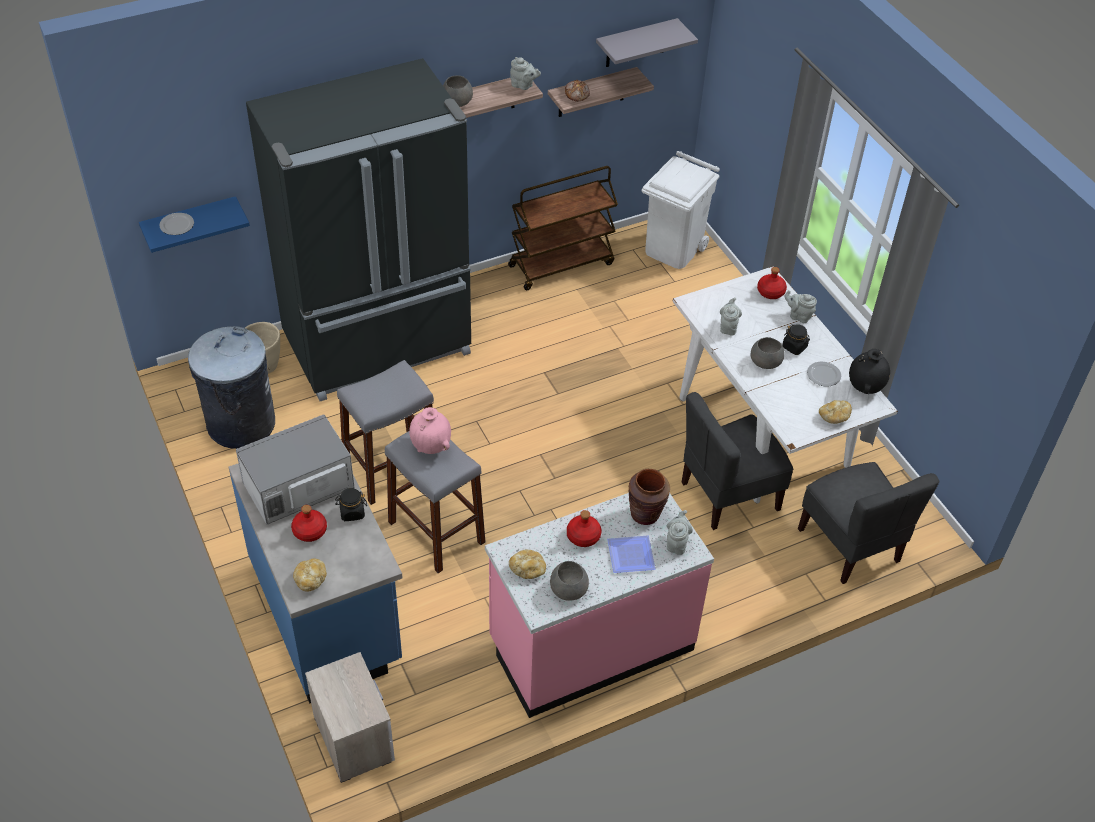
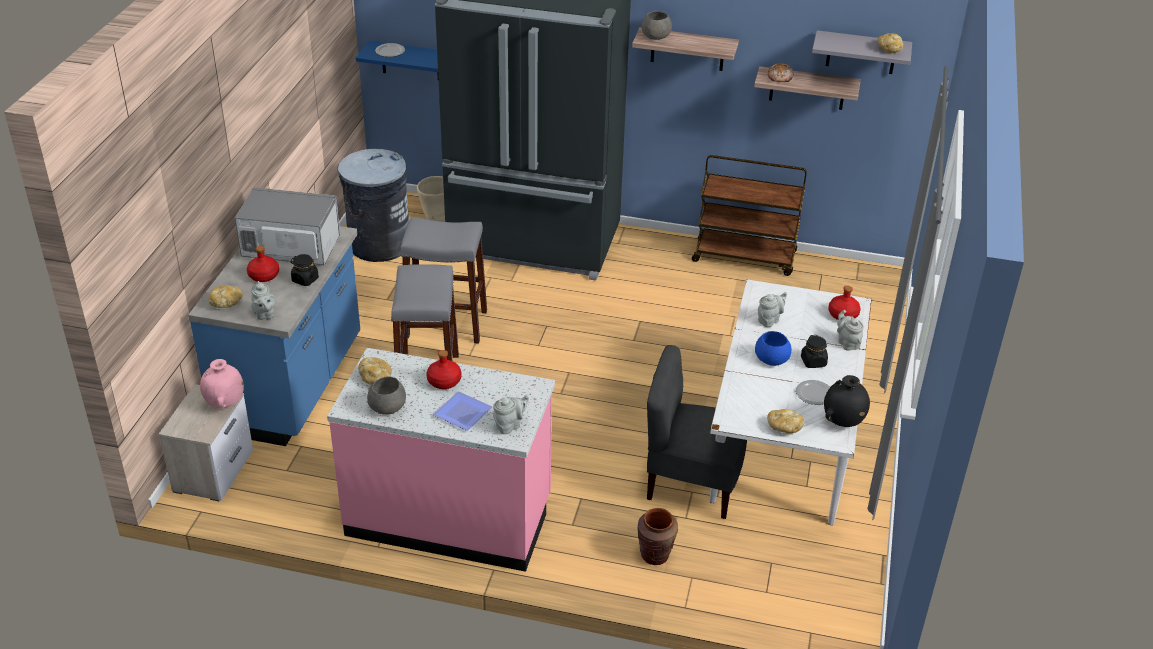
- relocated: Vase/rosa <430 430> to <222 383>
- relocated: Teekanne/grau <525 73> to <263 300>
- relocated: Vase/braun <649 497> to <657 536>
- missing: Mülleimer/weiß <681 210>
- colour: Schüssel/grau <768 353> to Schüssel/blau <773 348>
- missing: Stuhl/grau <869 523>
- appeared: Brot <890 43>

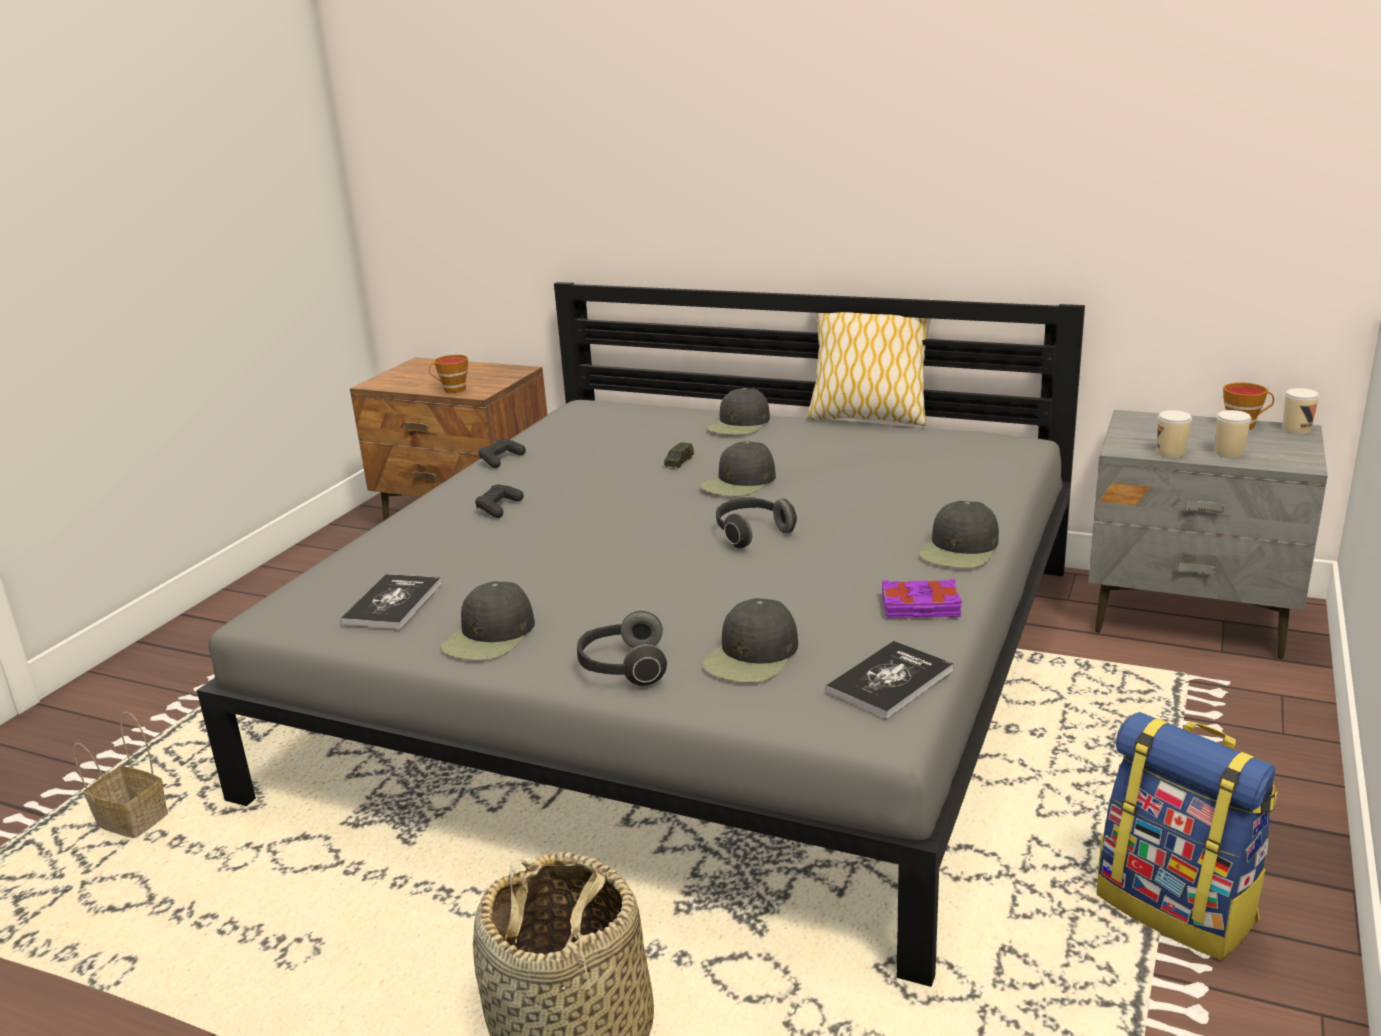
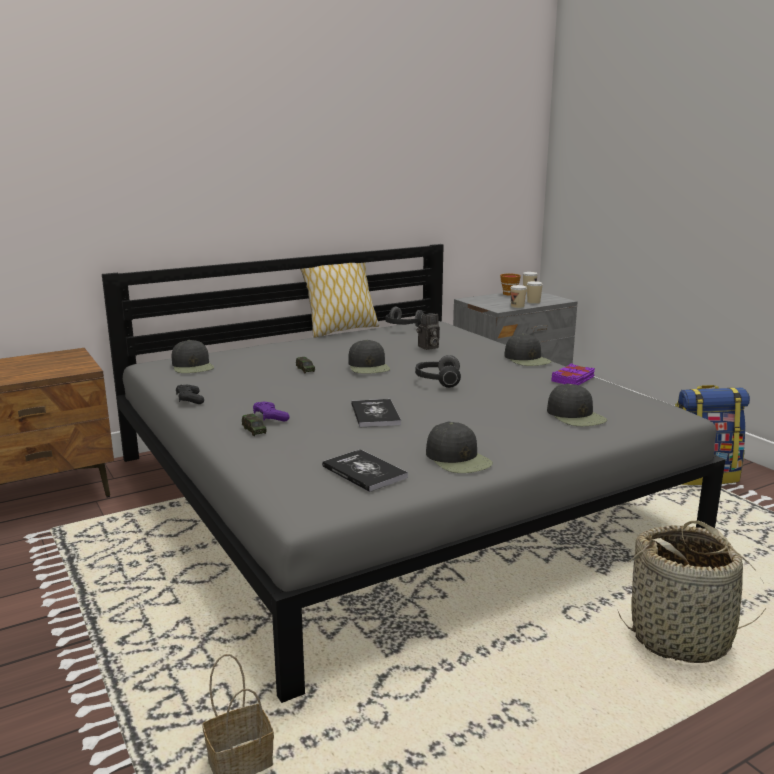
- missing: Tasse <448 374>
- colour: Gamepad/schwarz <499 501> to Gamepad/lila <271 411>
- relocated: Kopfhörer <622 648> to <405 317>
- relocated: Kappe/schwarz <738 411> to <193 356>
- relocated: Buch <890 680> to <376 413>
- appeared: Spielzeugauto <254 425>
- appeared: Kamera <428 331>

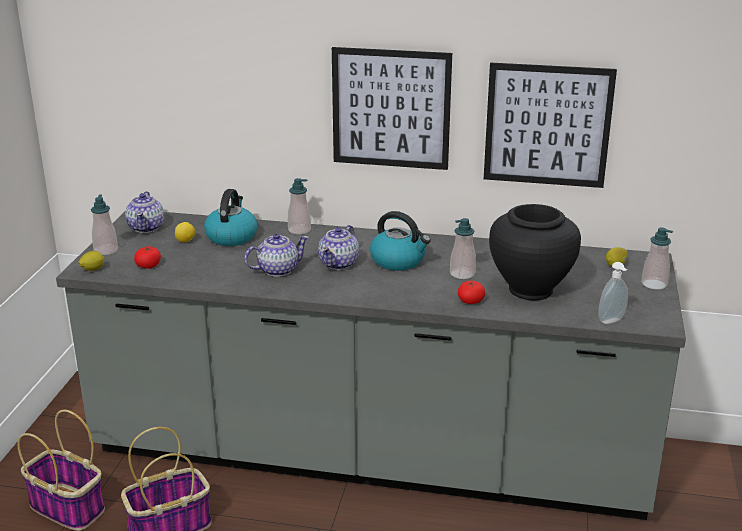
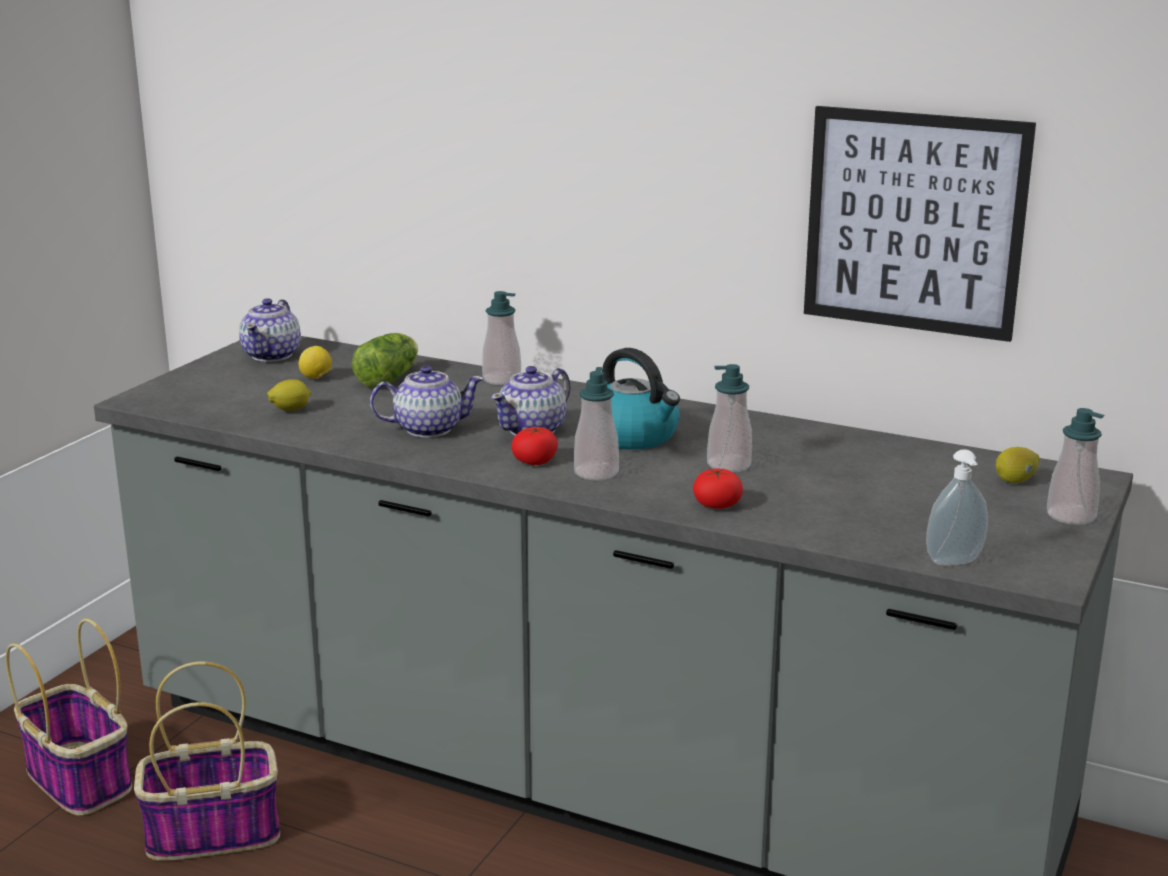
- relocated: Zitrone <91 261> to <289 395>
- relocated: Seifenspender <104 224> to <596 423>
- relocated: Tomate <147 258> to <534 446>
- exchanged: Wasserkessel <231 217> to Salatkopf <385 360>
- missing: Bild <392 108>
- missing: Vase/schwarz <535 252>

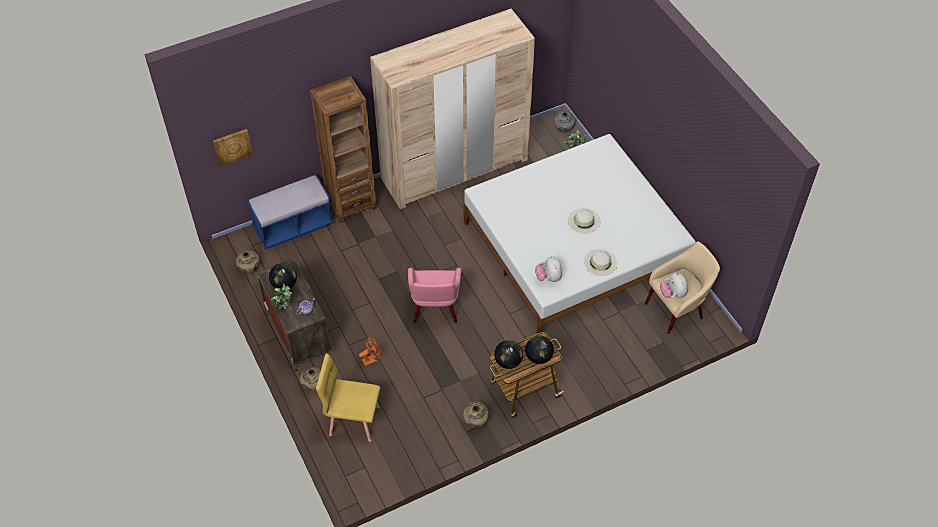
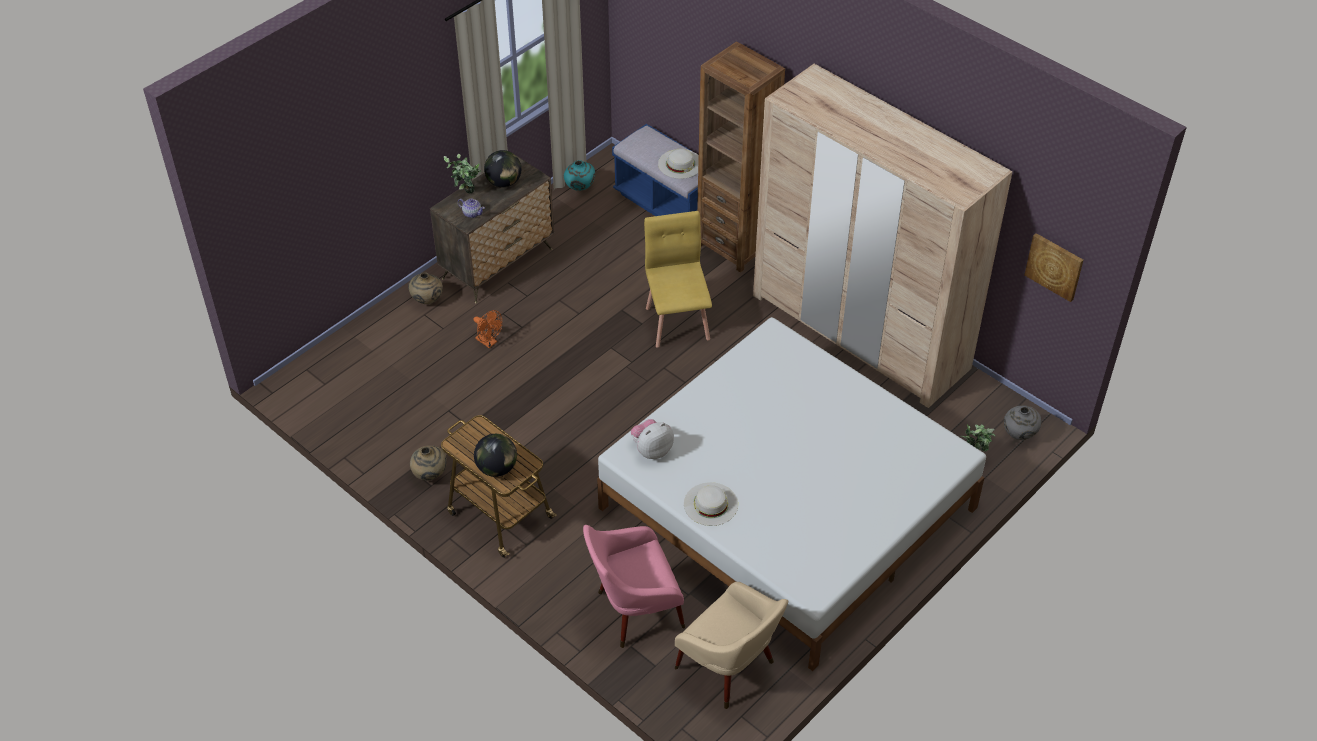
- relocated: Bild <233 147> to <1054 267>
- colour: Vase/beige <248 261> to Vase/türkis <579 175>
- relocated: Stuhl/gelb <348 397> to <678 279>
- relocated: Sessel/rosa <434 295> to <634 586>
- missing: Globus <508 354>
- relocated: Hut/weiß <584 220> to <678 164>
- missing: Plüschtier <674 285>

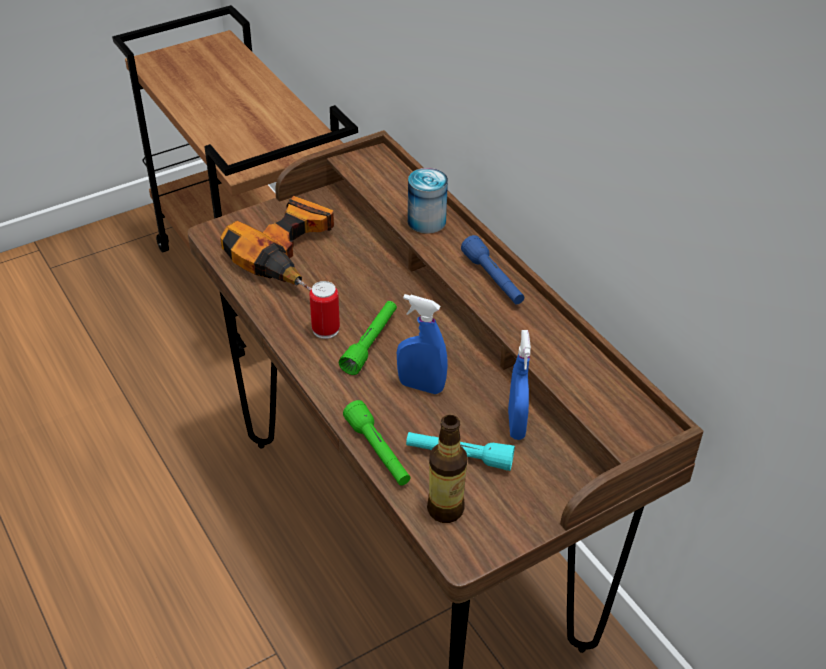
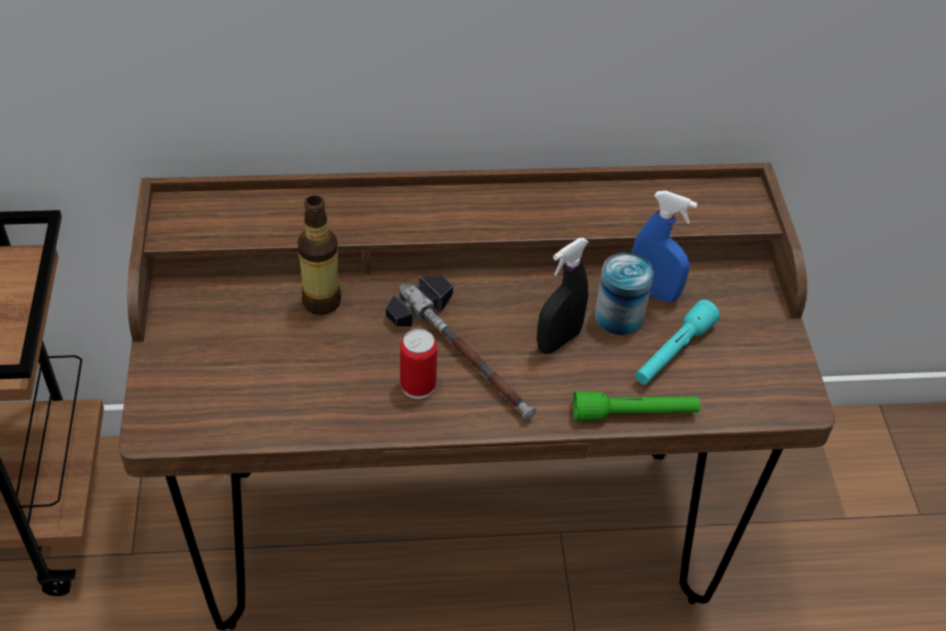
- missing: Bohrmaschine <277 243>
- exchanged: Taschenlampe/grün <368 338> to Hammer <461 348>
- colour: Sprühflasche/blau <422 344> to Sprühflasche/schwarz <563 296>
- relocated: Dose <428 201> to <624 293>
- relocated: Flasche <447 469> to <319 255>
- missing: Taschenlampe/blau <492 269>

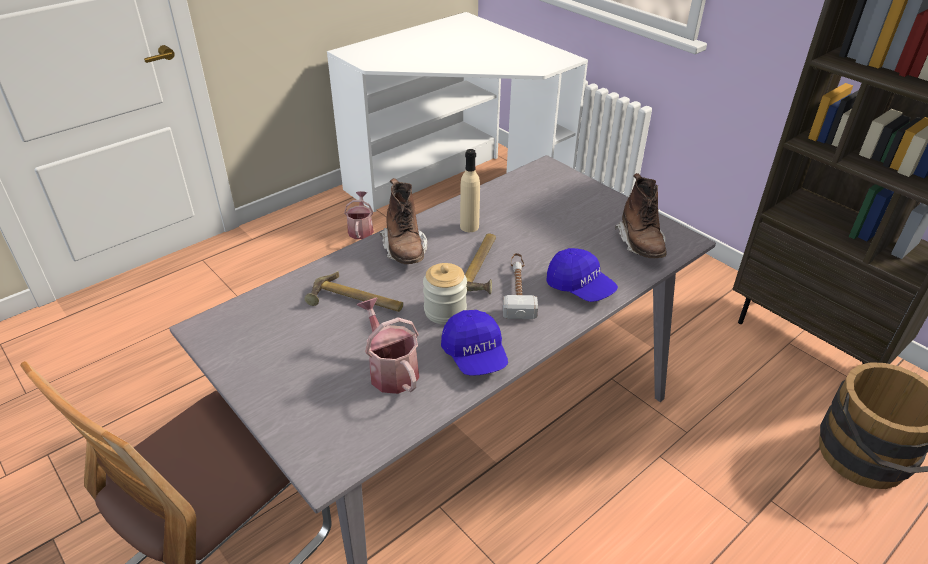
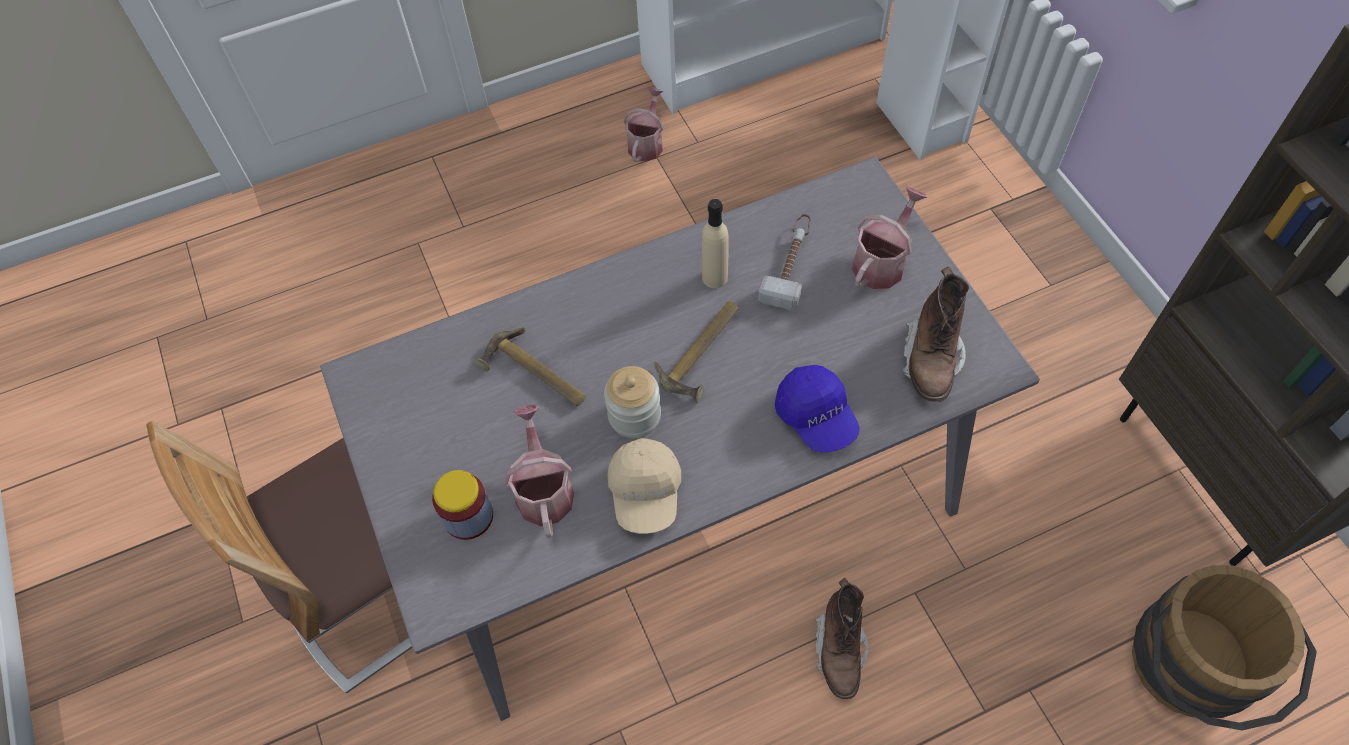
- relocated: Stiefel/braun <403 221> to <842 638>
- colour: Kappe/blau <474 343> to Kappe/beige <644 486>
- relocated: Hammer <520 286> to <784 262>
- appeared: Vorratsglas <462 505>
- appeared: Gießkanne <889 238>

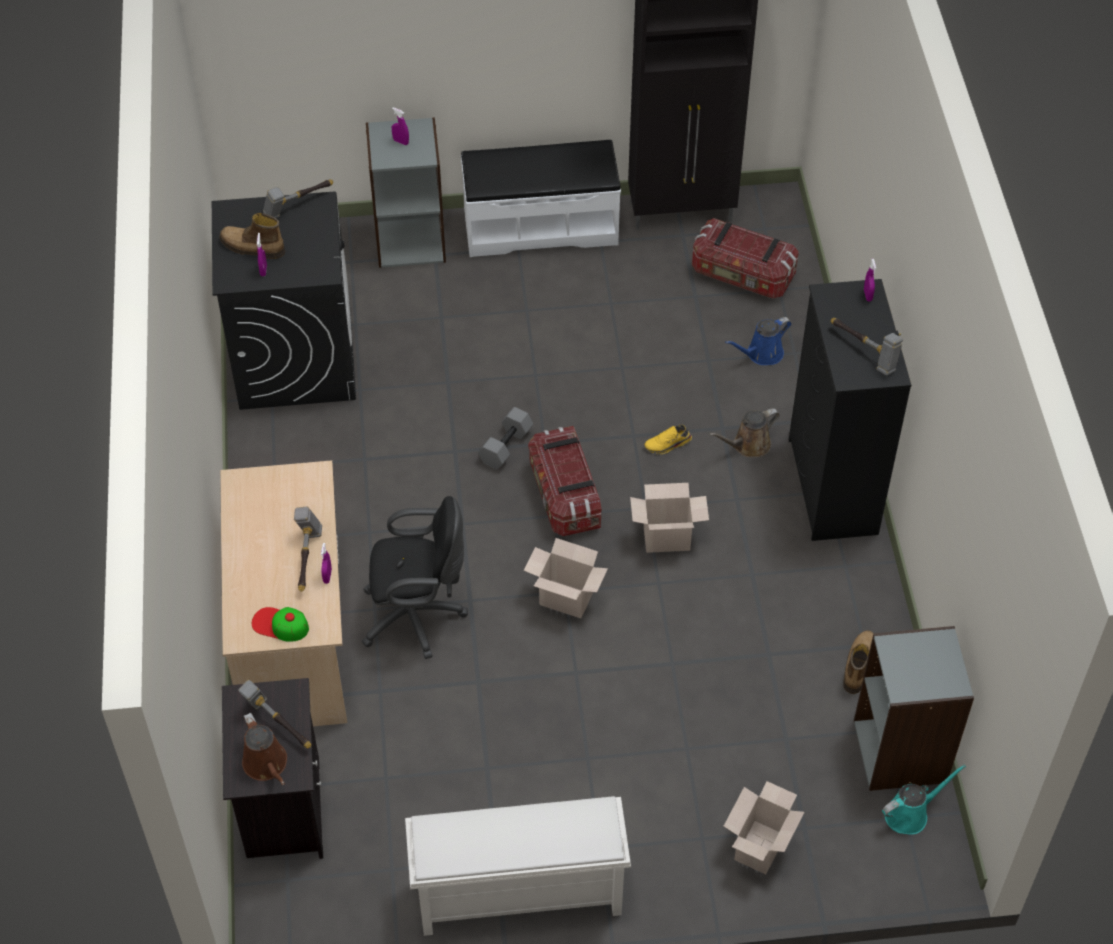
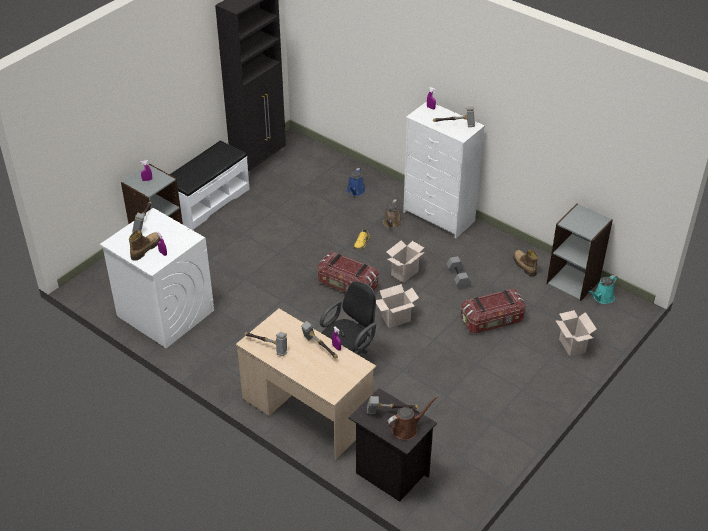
- colour: Waschmaschine/schwarz <284 301> to Waschmaschine/weiß <157 278>
- spun: Stiefel <252 236> = <144 245> 150 degrees clockwise
- spun: Gießkanne/braun <264 749> = <412 418> 45 degrees counterclockwise
- missing: Kappe <280 624>
- missing: Schuhregal/weiß <518 866>
- relocated: Hantel/grau <506 438> to <458 273>
- relocated: Aufbewahrungsbox <745 258> to <493 311>
- colour: Kommode/schwarz <850 410> to Kommode/weiß <444 170>
- spun: Gießkanne/türkis <924 799> = <603 289> 150 degrees counterclockwise
- appeared: Hammer <265 344>

